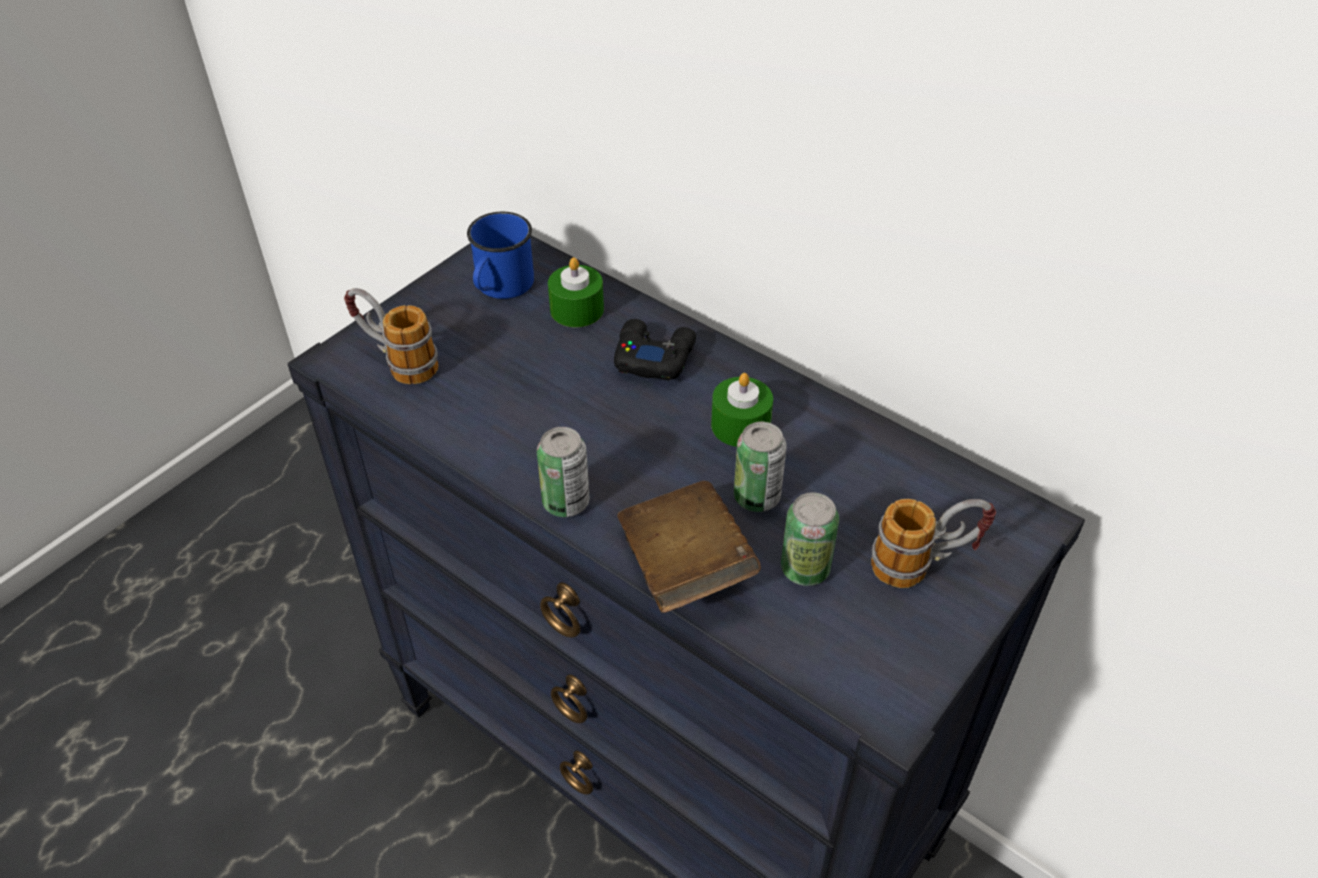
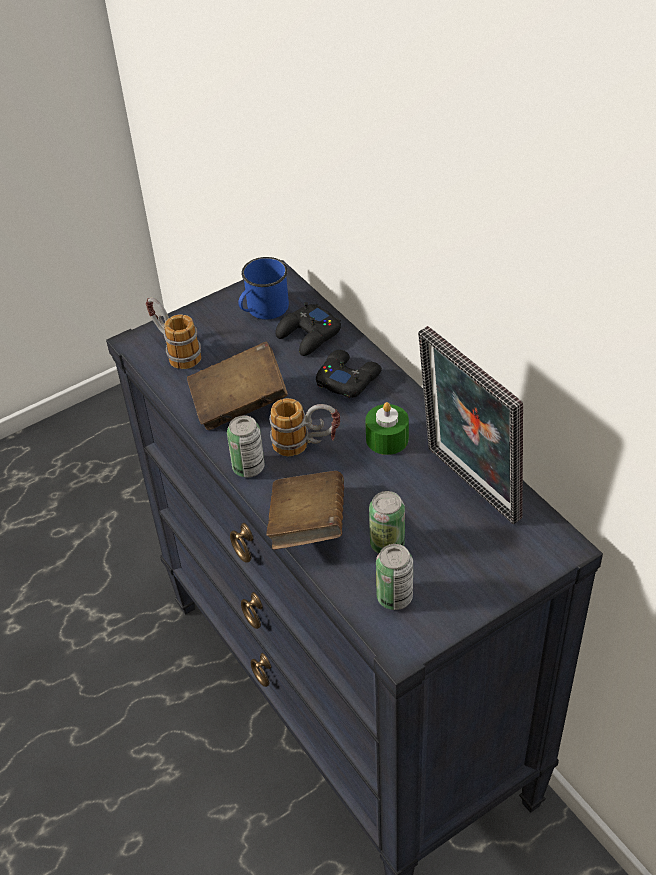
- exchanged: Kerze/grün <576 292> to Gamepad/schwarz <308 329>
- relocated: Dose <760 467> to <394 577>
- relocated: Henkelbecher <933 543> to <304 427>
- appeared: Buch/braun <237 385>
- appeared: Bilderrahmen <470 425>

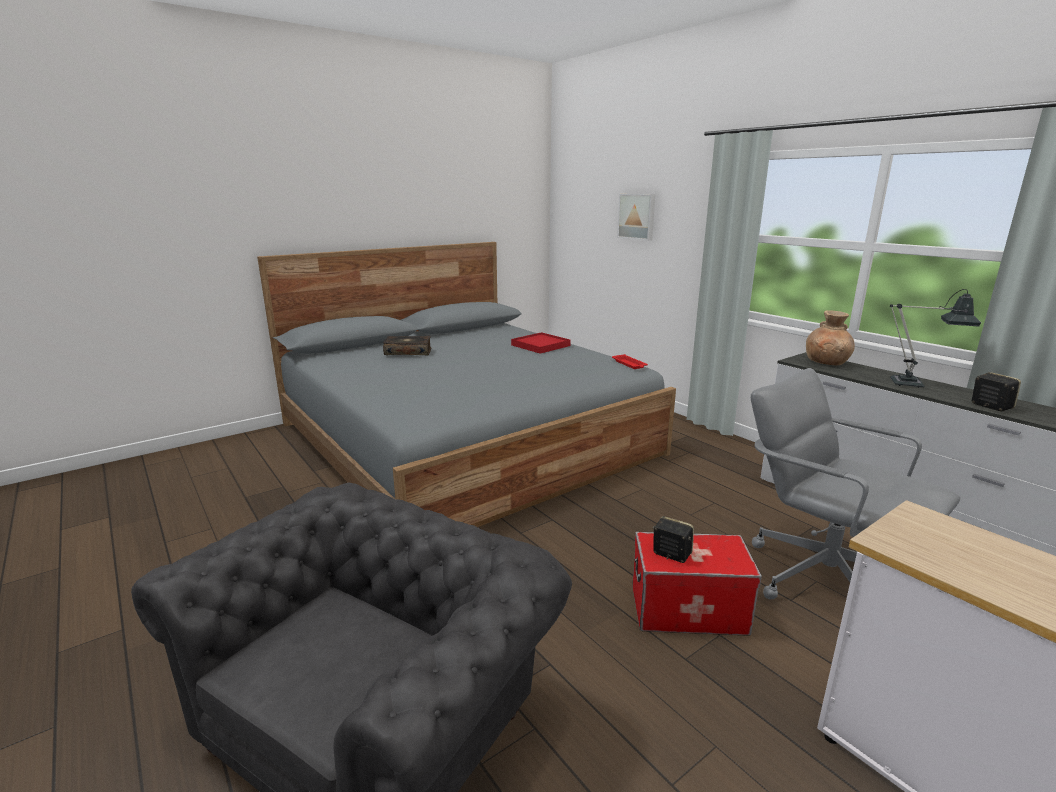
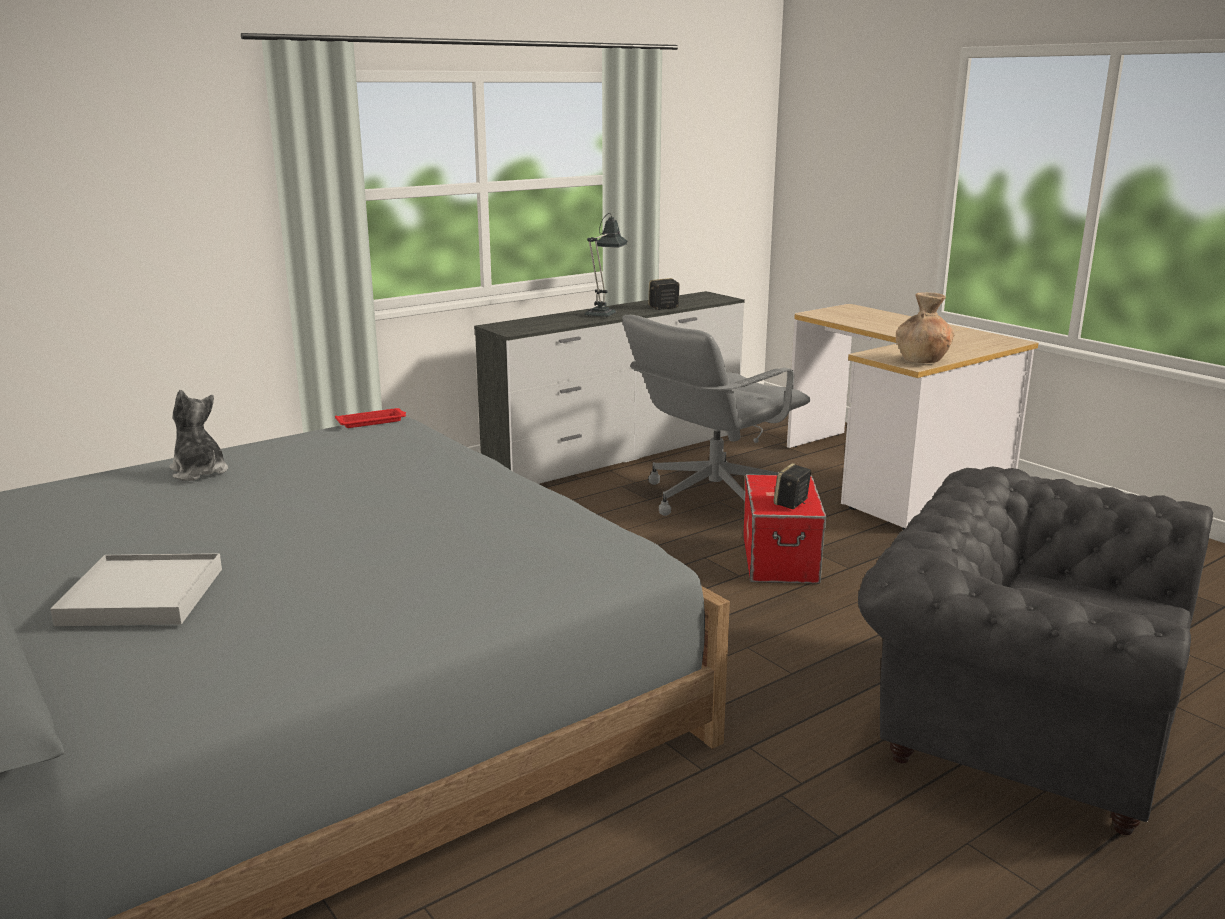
- exchanged: Buch <407 345> to Tablett/weiß <136 589>
- exchanged: Tablett/rot <541 343> to Plüschtier <198 435>
- missing: Bild <636 217>
- relocated: Vase/braun <830 337> to <925 327>

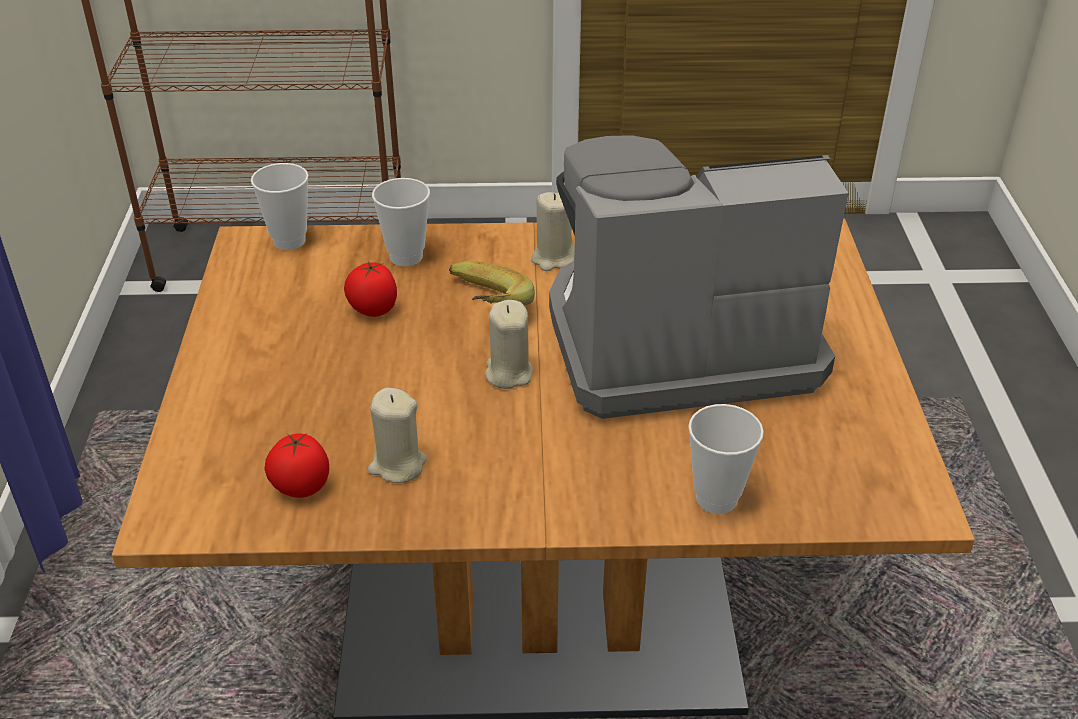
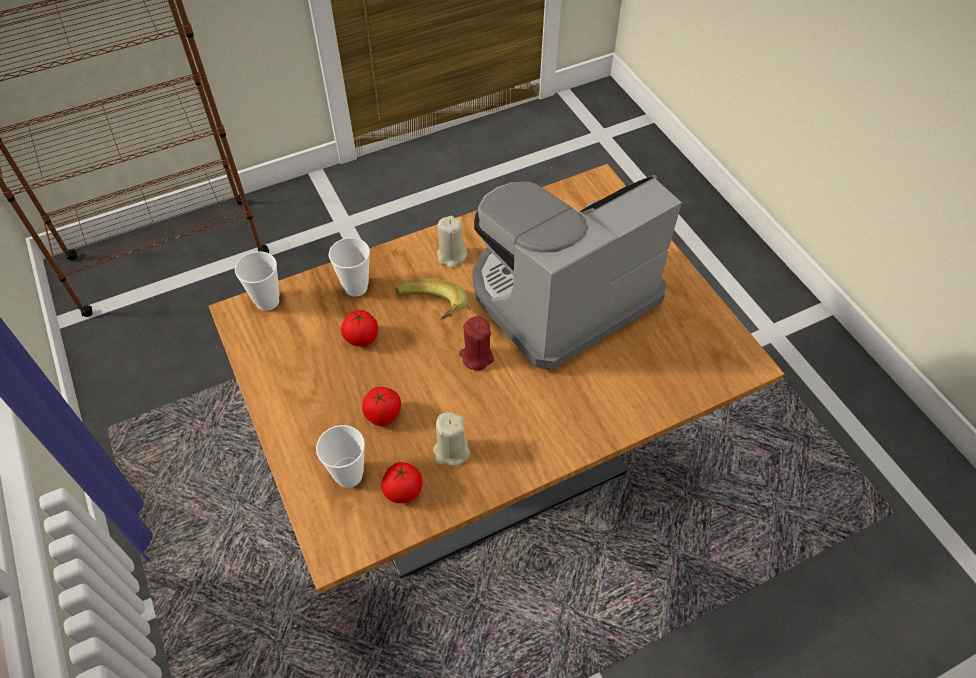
- colour: Kerze/beige <509 344> to Kerze/rot <476 343>
- relocated: Tasse <726 459> to <340 456>
- appeared: Tomate <381 406>

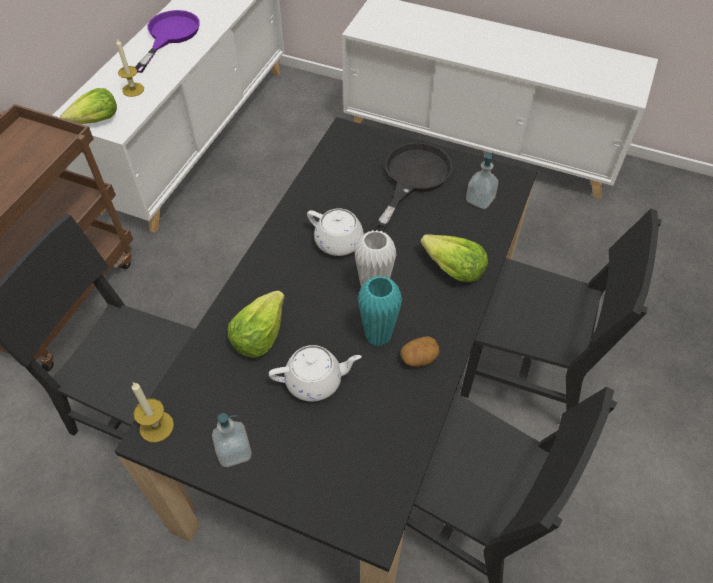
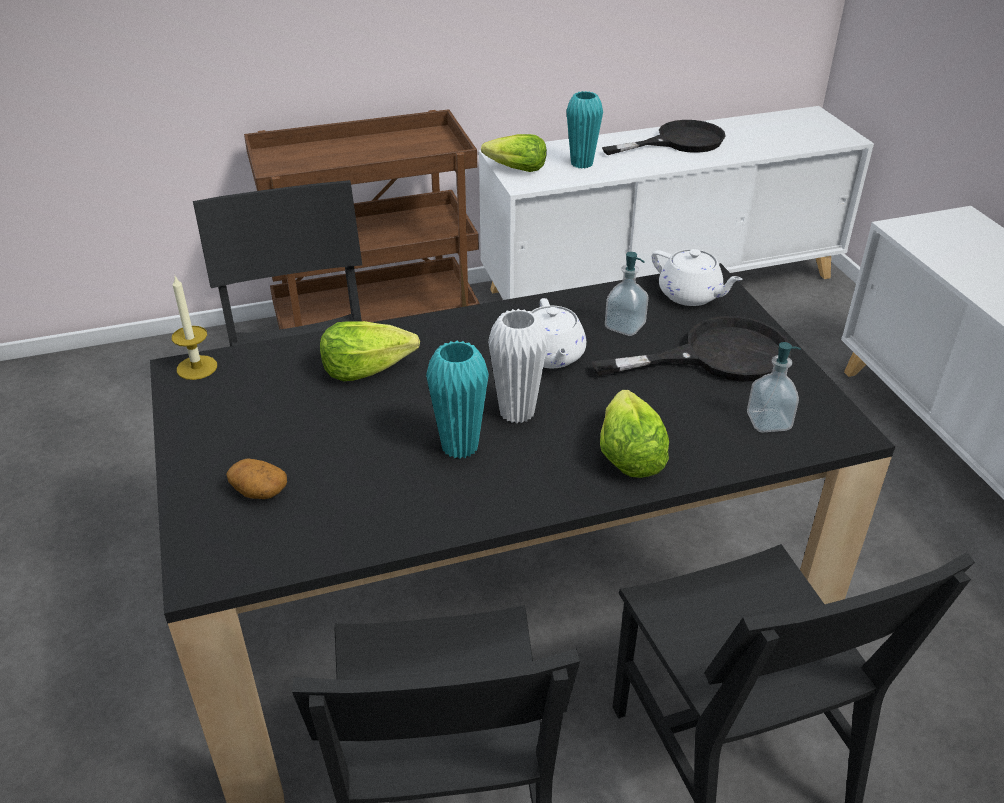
- exchanged: Kerze <130 68> to Vase/türkis <584 130>
- colour: Pfanne/lila <167 41> to Pfanne/schwarz <664 137>
- relocated: Seifenspender <232 440> to <627 294>
- relocated: Teekanne/weiß <315 373> to <697 277>
- relocated: Kartoffel <419 351> to <256 478>

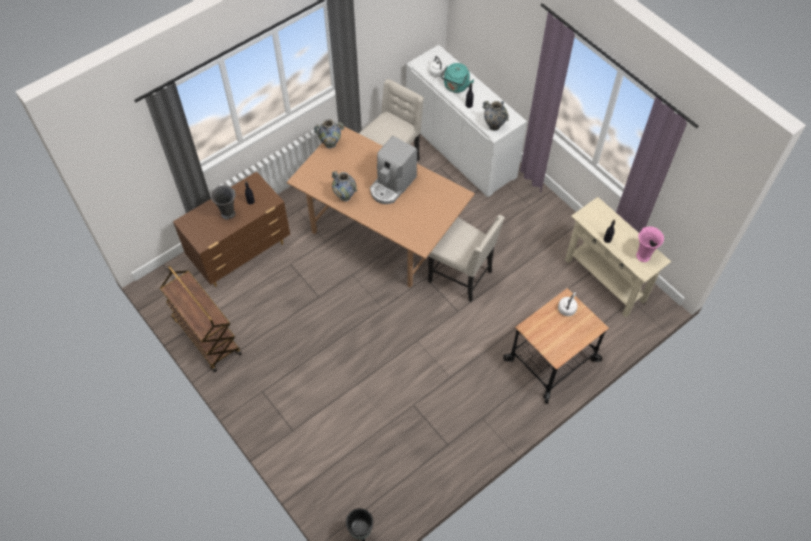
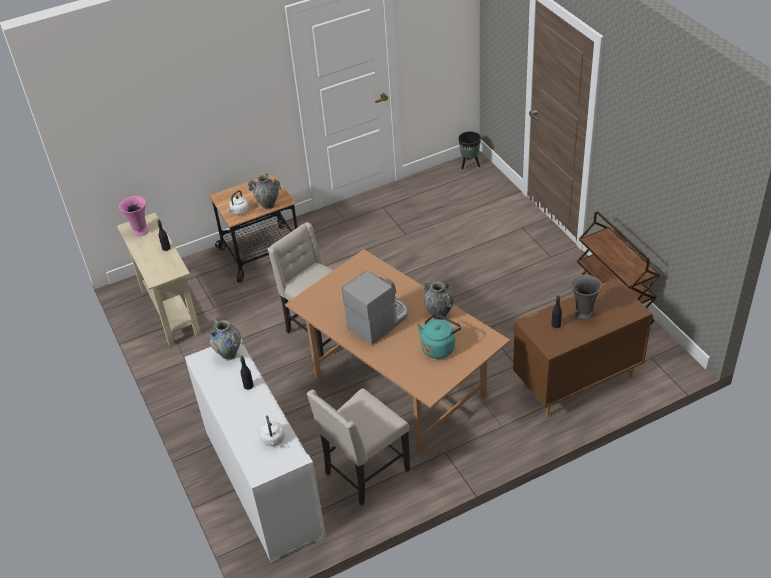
- relocated: Vase <329 134> to <264 191>
- relocated: Wasserkessel/türkis <457 78> to <439 336>

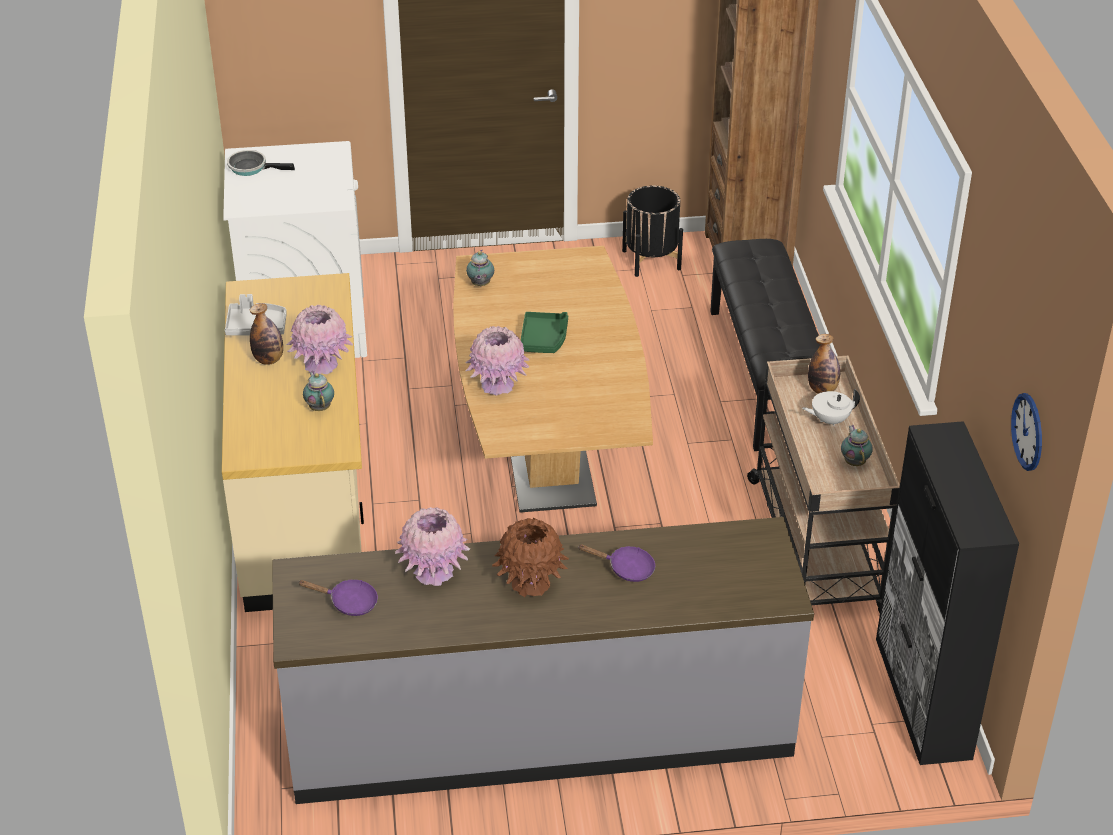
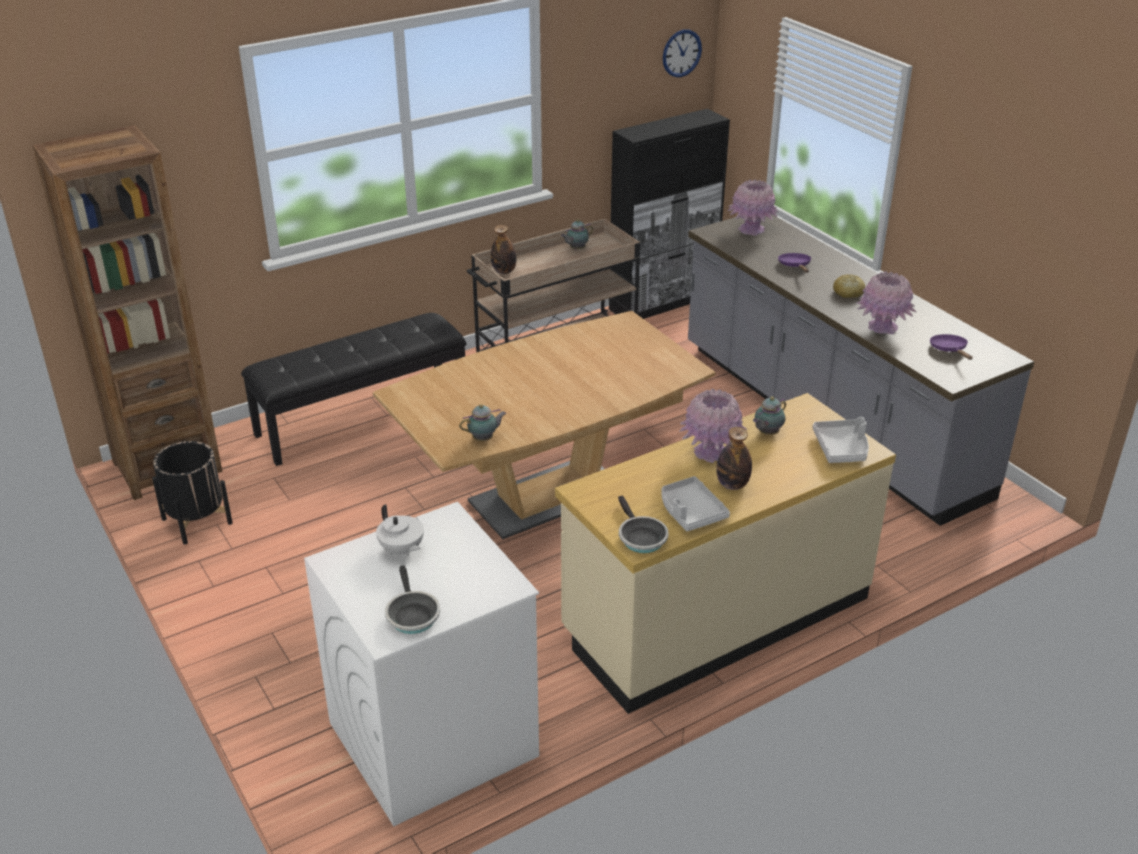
- relocated: Vase/rosa <497 361> to <753 207>
- exchanged: Vase/braun <530 557> to Brot <849 286>
- missing: Tablett/grün <544 332>
- relocated: Teekanne/weiß <831 407> to <400 530>
- appeared: Pfanne <643 524>
- appeared: Tablett/grau <841 440>

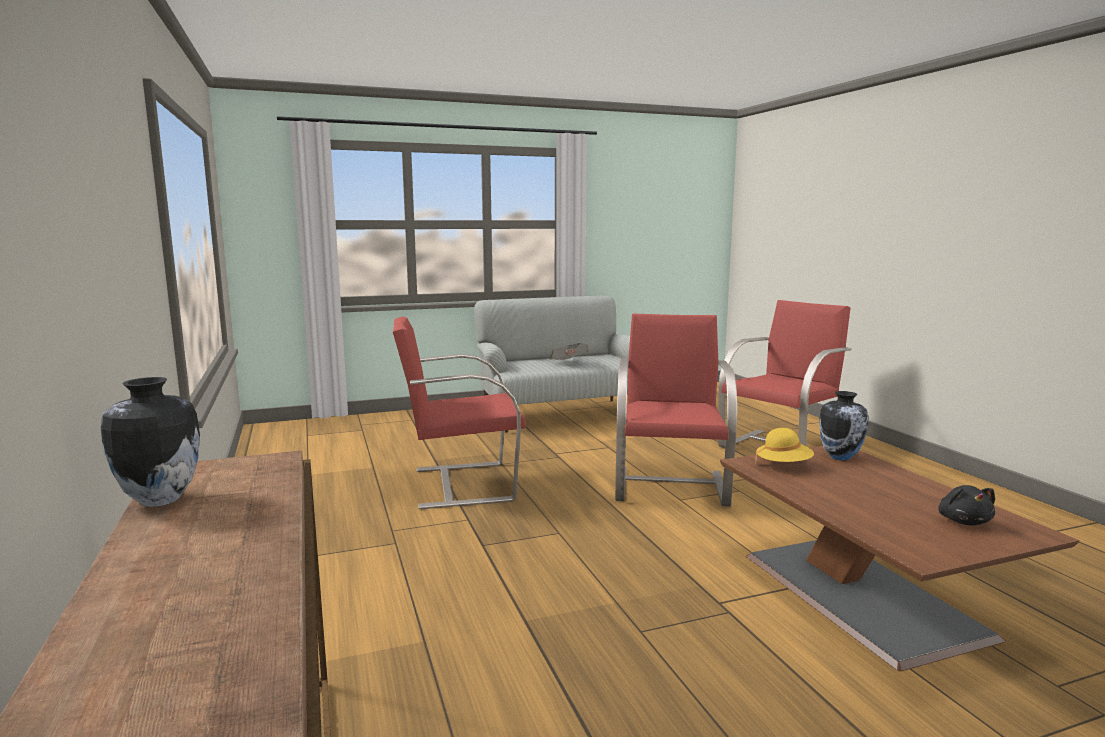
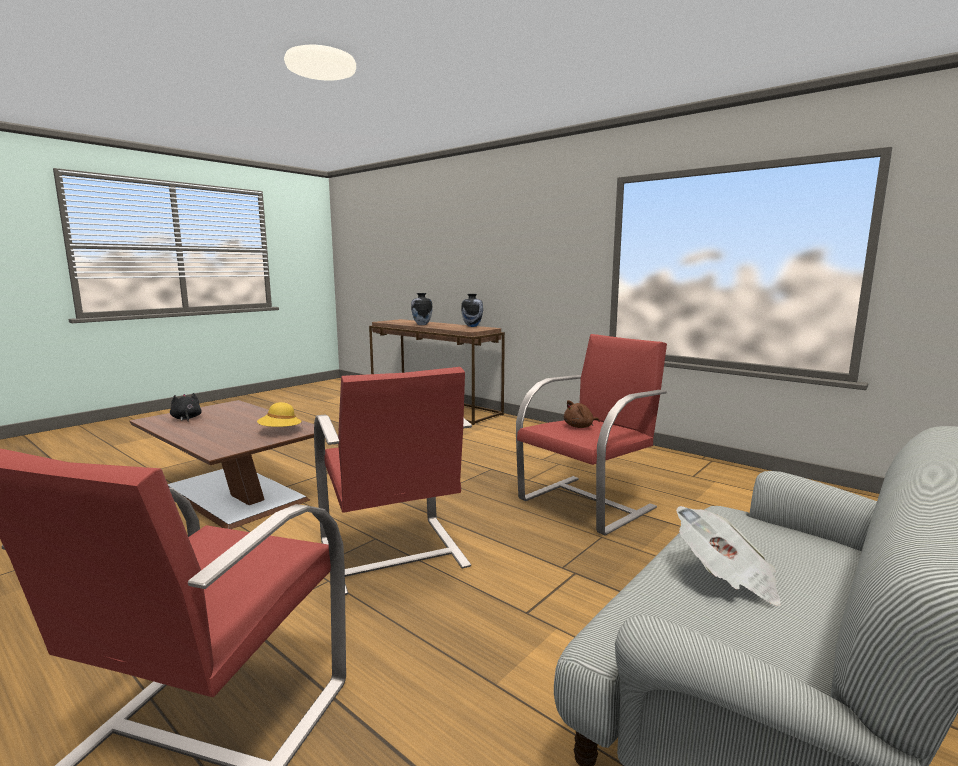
- relocated: Vase <844 425> to <422 309>
- appeared: Plüschtier/braun <582 414>

